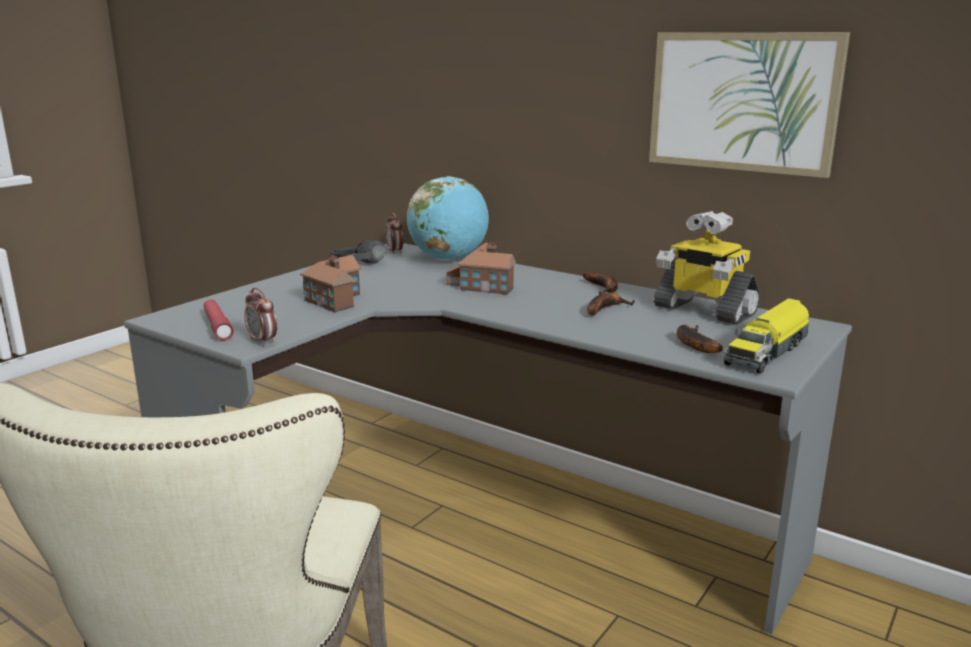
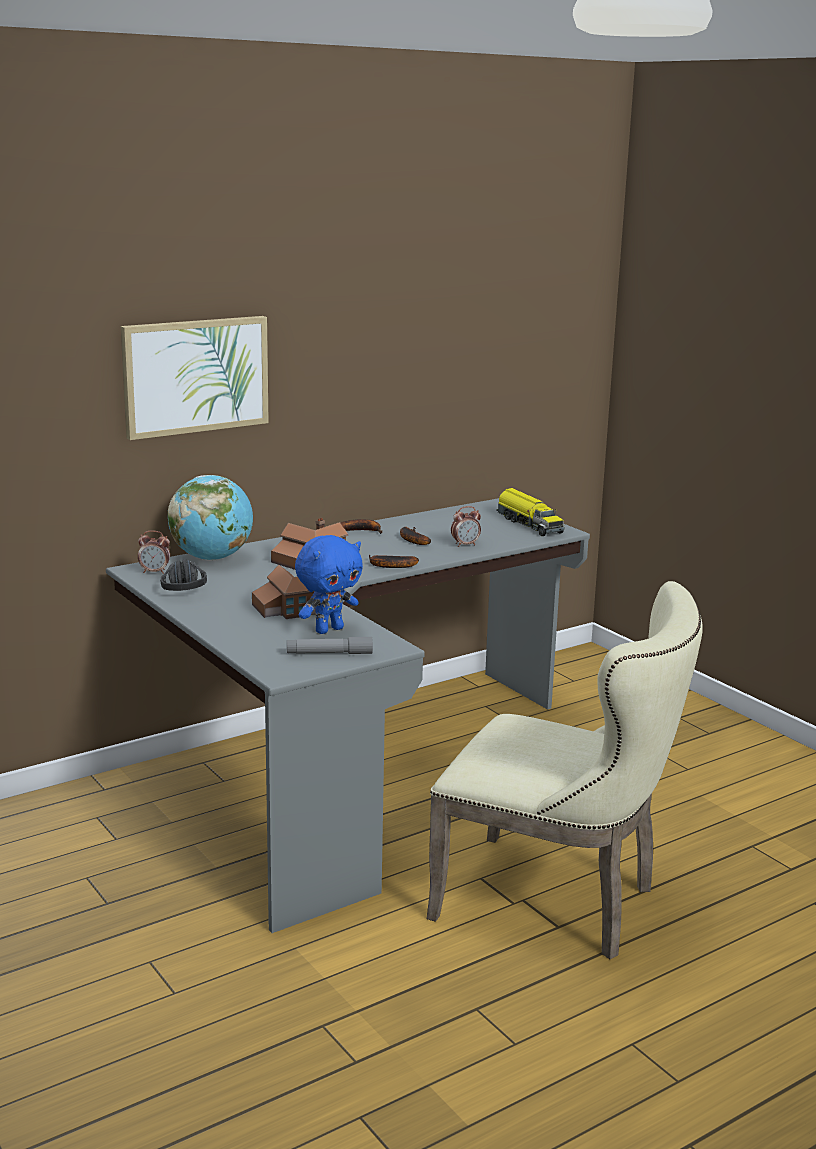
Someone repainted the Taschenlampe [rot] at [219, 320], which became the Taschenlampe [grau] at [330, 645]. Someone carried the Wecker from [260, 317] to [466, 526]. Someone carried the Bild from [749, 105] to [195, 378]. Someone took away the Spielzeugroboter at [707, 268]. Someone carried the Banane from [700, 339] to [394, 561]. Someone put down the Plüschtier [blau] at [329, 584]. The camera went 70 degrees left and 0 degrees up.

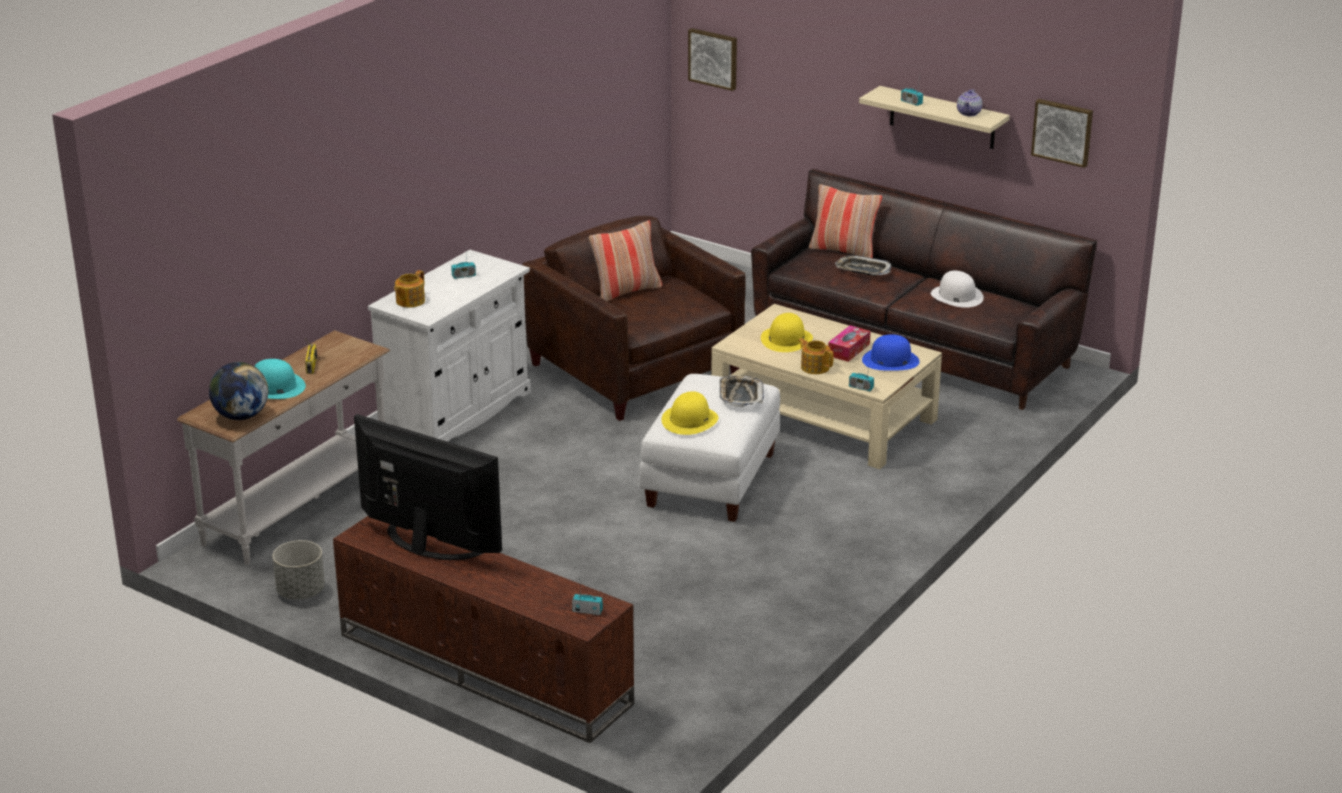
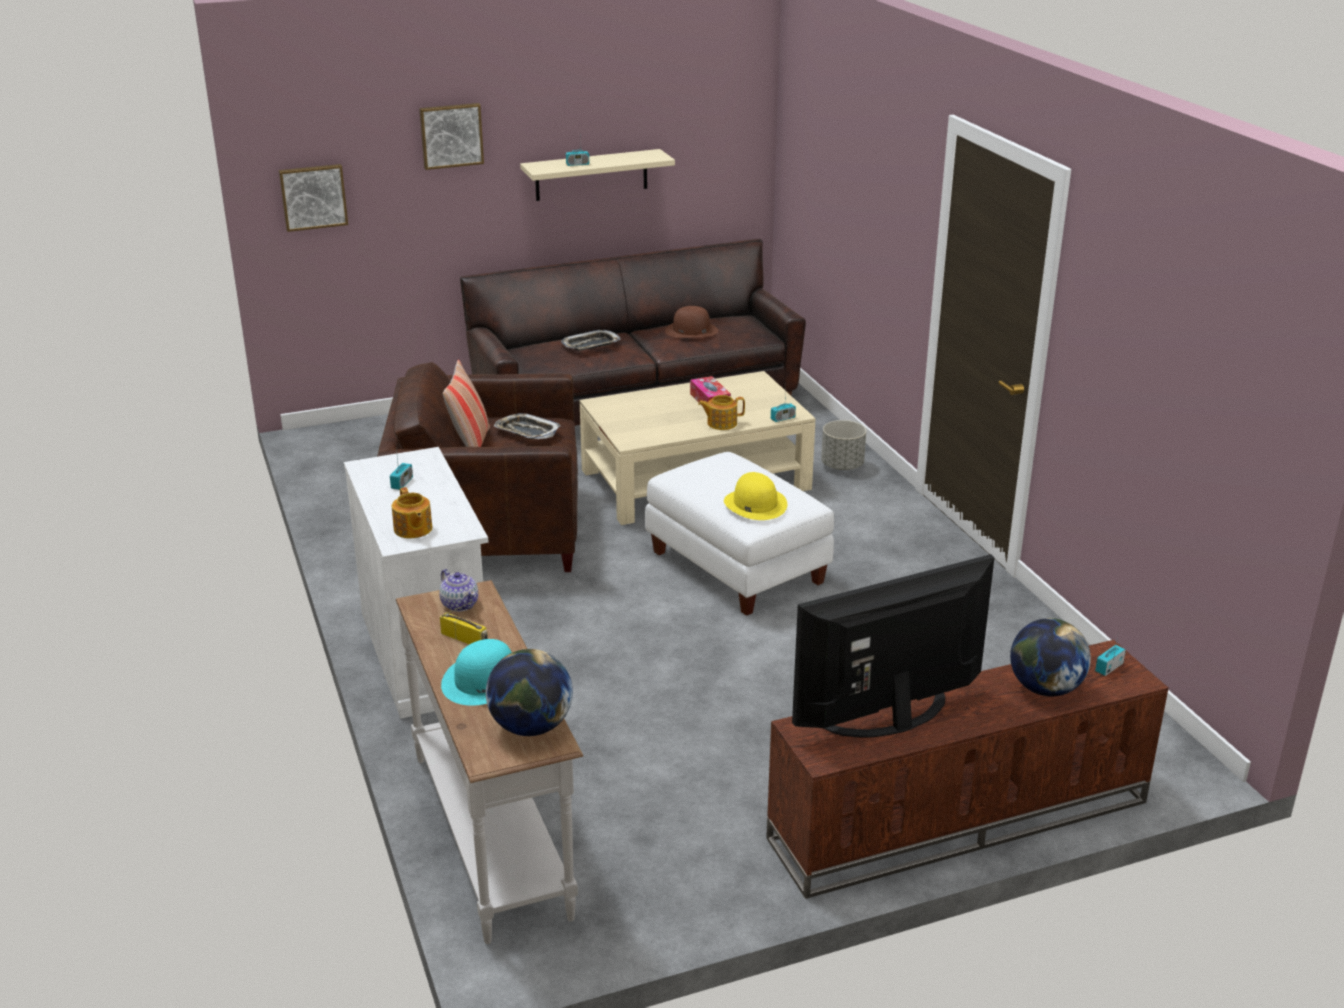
Someone carried the Pflanzkübel [grau] from [299, 569] to [843, 445]. Someone carried the Tablett from [742, 391] to [527, 426]. Someone took away the Hut [gelb] at [787, 332]. Someone took away the Kissen at [845, 221]. Someone took away the Hut [blau] at [891, 352]. Someone repainted the Hut [weiß] at [957, 289], which became the Hut [braun] at [691, 322]. Someone carried the Teekanne from [969, 102] to [458, 590]. Someone carried the Bild from [1062, 133] to [451, 136]. Someone put down the Globus at [1050, 657]. The camera went 55 degrees left and 0 degrees up.

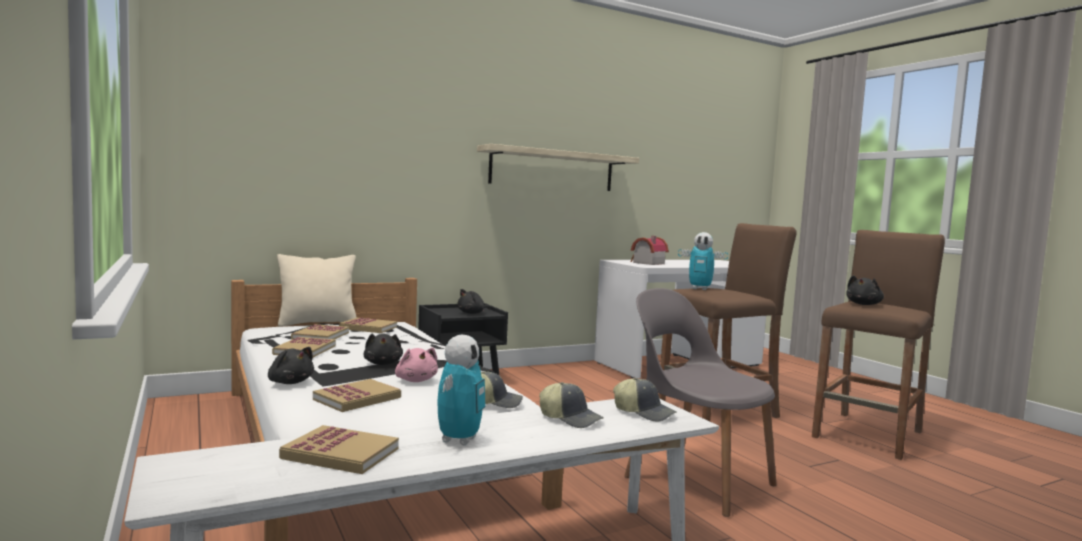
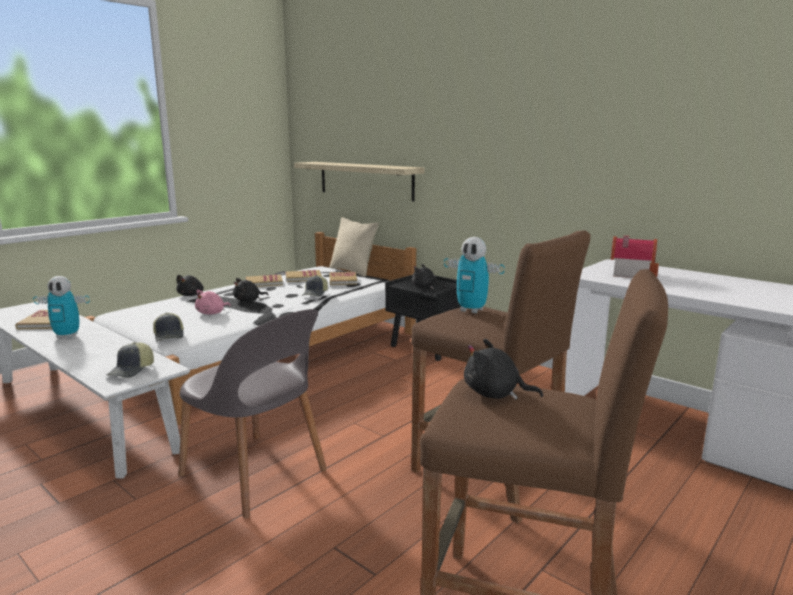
Someone took away the Buch at [357, 395]. Someone carried the Wandregal from [558, 167] to [359, 181]. Someone carried the Kappe from [571, 405] to [315, 286]. Someone rotated the Stuhl [grau] at [700, 402] by 105 degrees clockwise. Someone rotated the Spielzeugroboter at [703, 261] by 60 degrees counterclockwise. The camera went 70 degrees right and 10 degrees up.

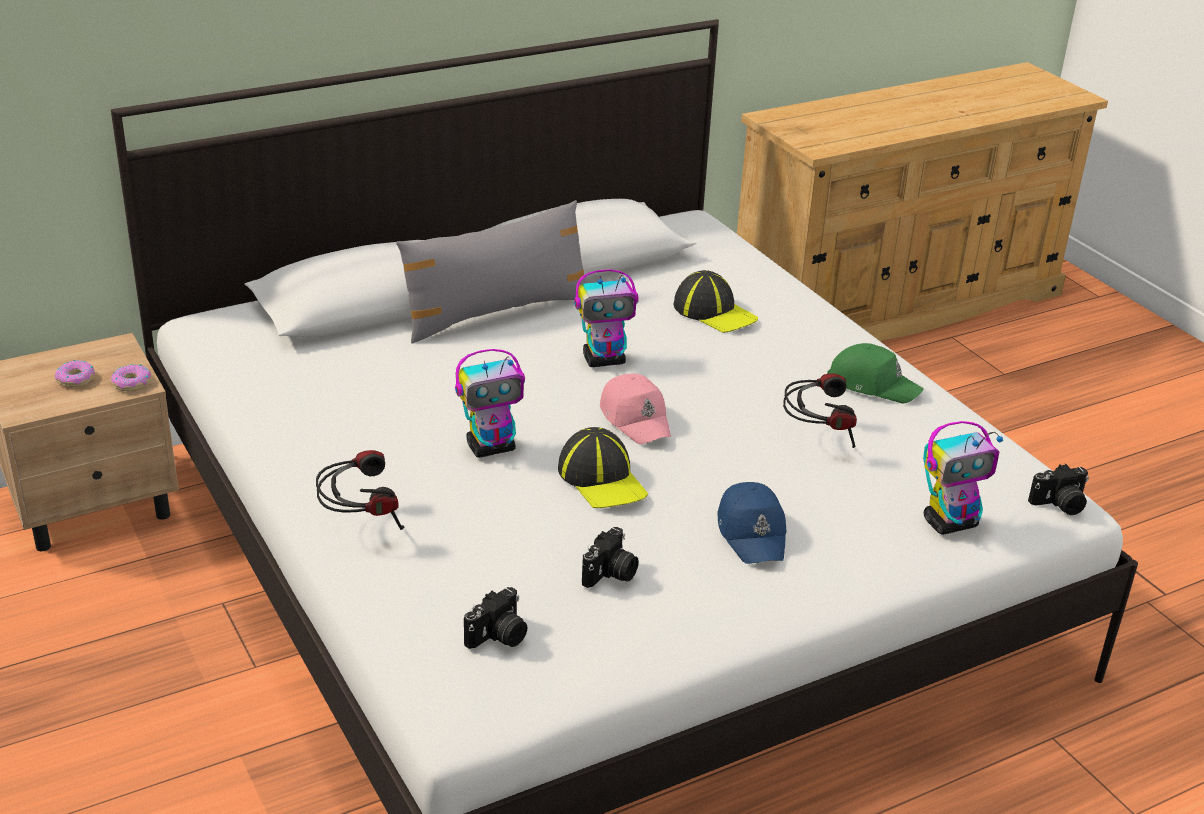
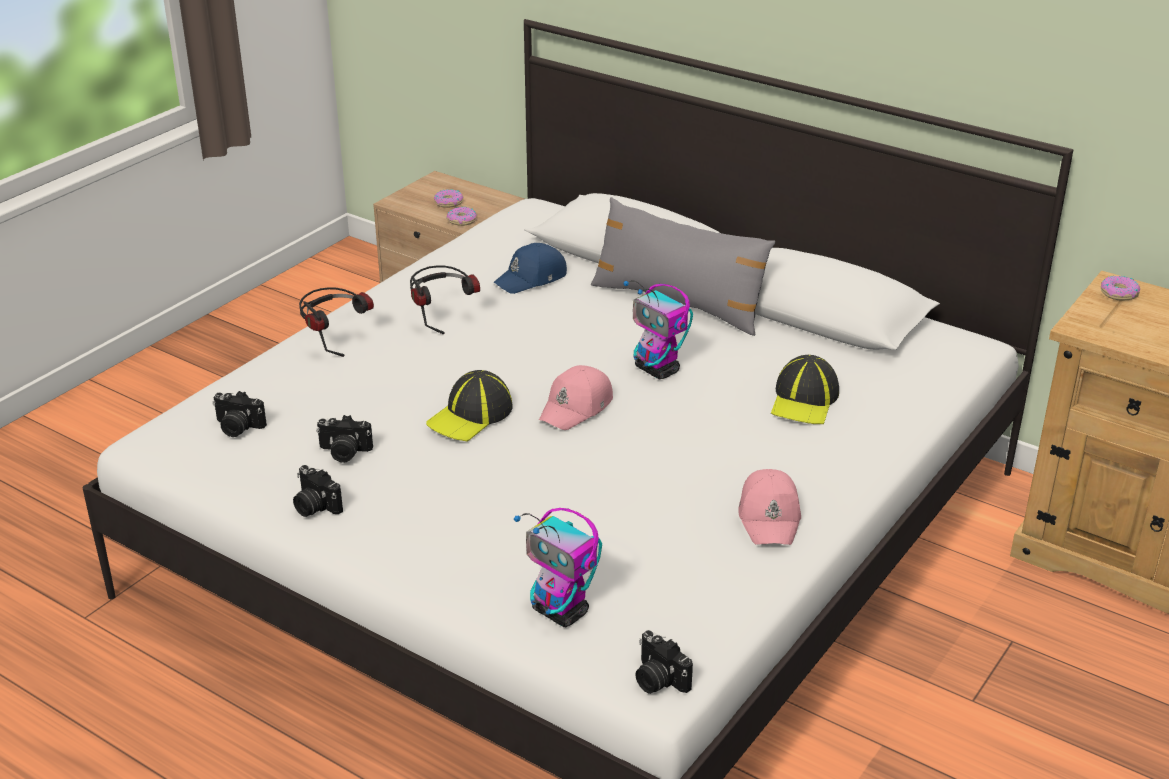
Someone took away the Spielzeugroboter at [490, 403]. Someone carried the Kappe [blau] from [752, 523] to [530, 268]. Someone carried the Kopfhörer from [820, 410] to [445, 299]. Someone repainted the Kappe [grün] at [875, 373], which became the Kappe [rosa] at [769, 507]. Someone put down the Kamera at [318, 491]. Someone put down the Donut at [1120, 288]. The camera went 65 degrees right and 0 degrees up.

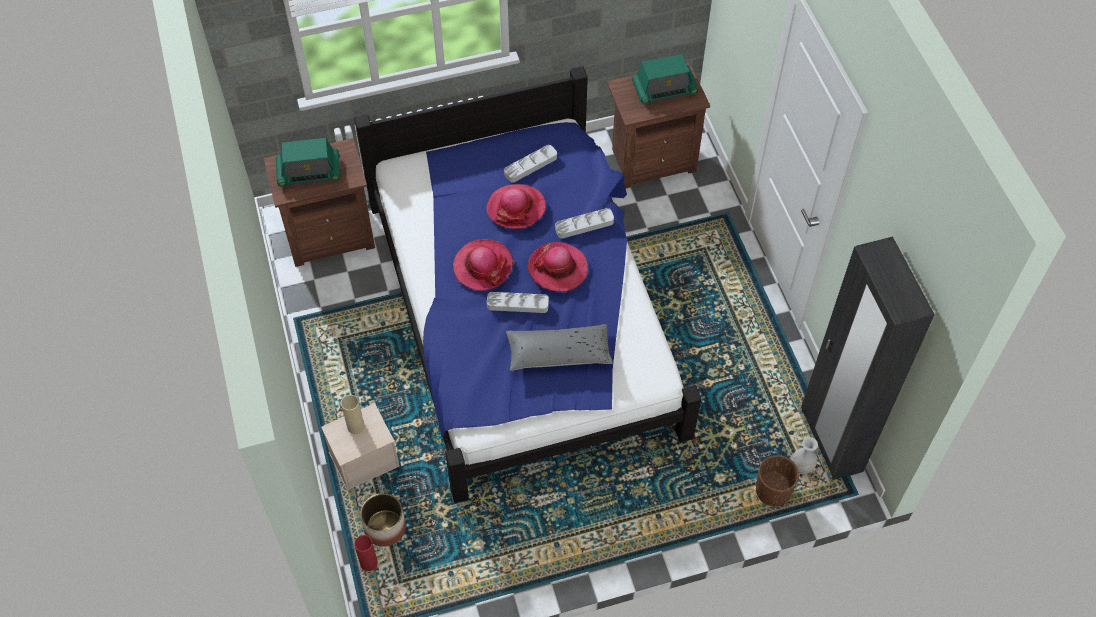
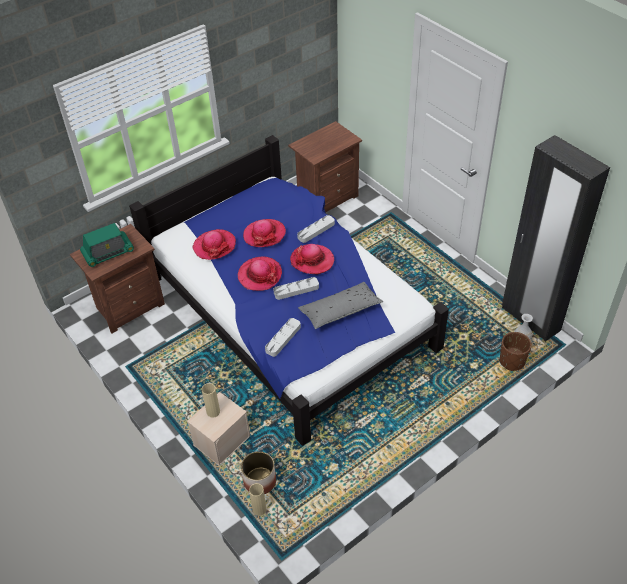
Someone repainted the Vase [rot] at [366, 553], which became the Vase [beige] at [258, 499]. Someone carried the Tablett [grau] from [530, 164] to [283, 337]. Someone took away the Radio at [665, 79]. Someone put down the Hut at [214, 244]. The camera went 20 degrees left and 10 degrees down.

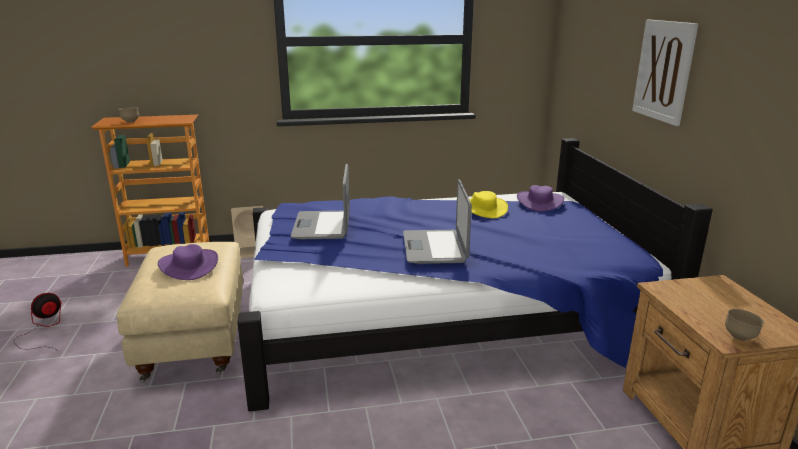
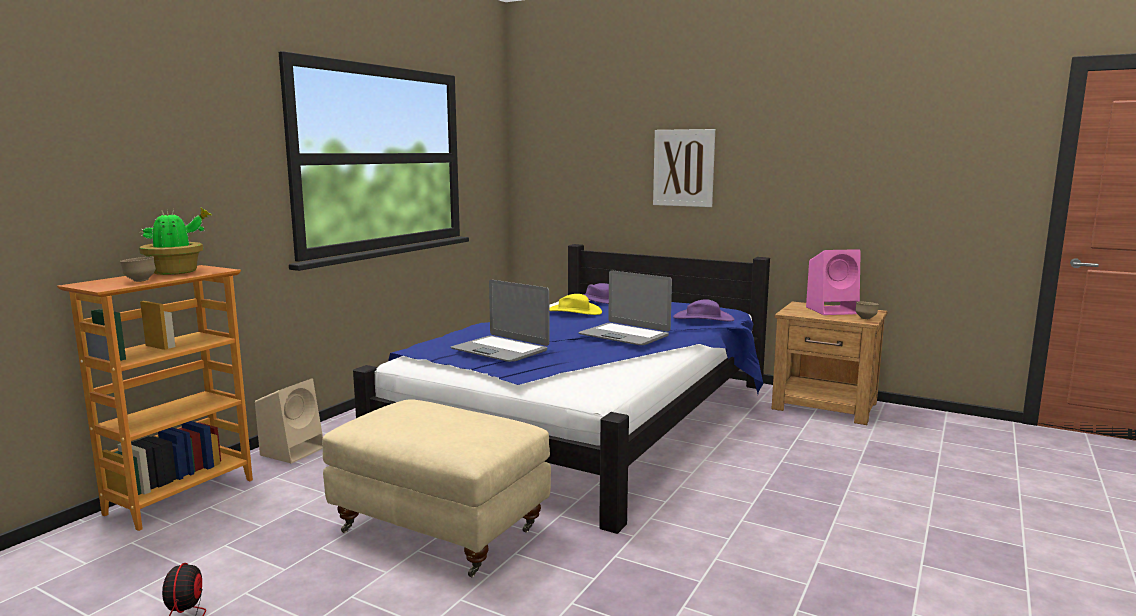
Someone carried the Hut [lila] from [188, 262] to [704, 310]. Someone put down the Topfpflanze at [176, 241]. Someone put down the Lautsprecher [rosa] at [833, 282]. The camera went 50 degrees left and 10 degrees down.

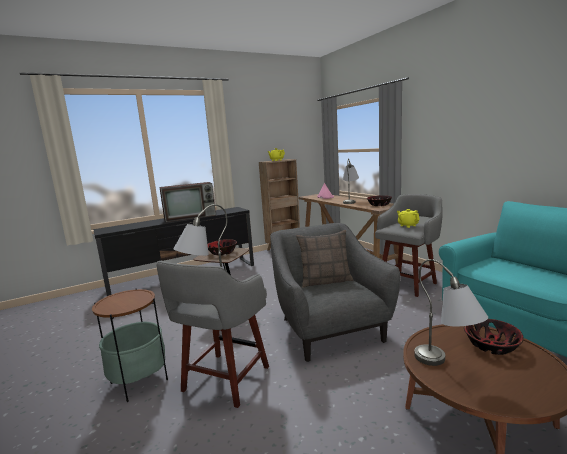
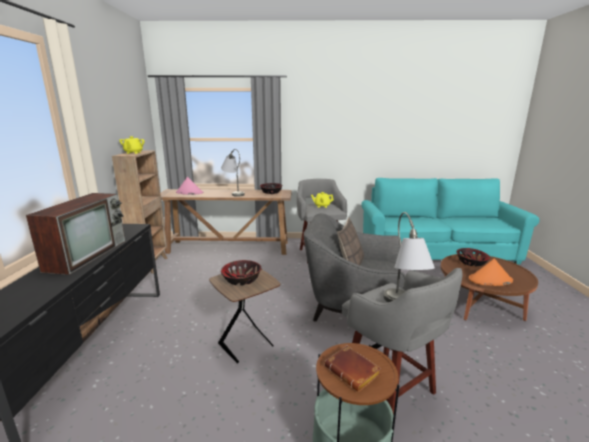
Someone swapped the Tischlampe [grau] at [451, 312] for the Hut [orange] at [491, 272]. Someone put down the Buch [braun] at [353, 369]. The camera went 60 degrees left and 5 degrees up.

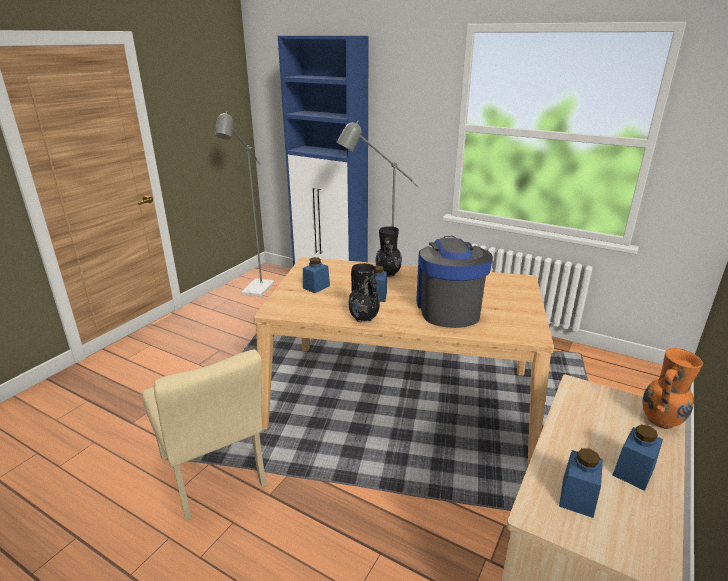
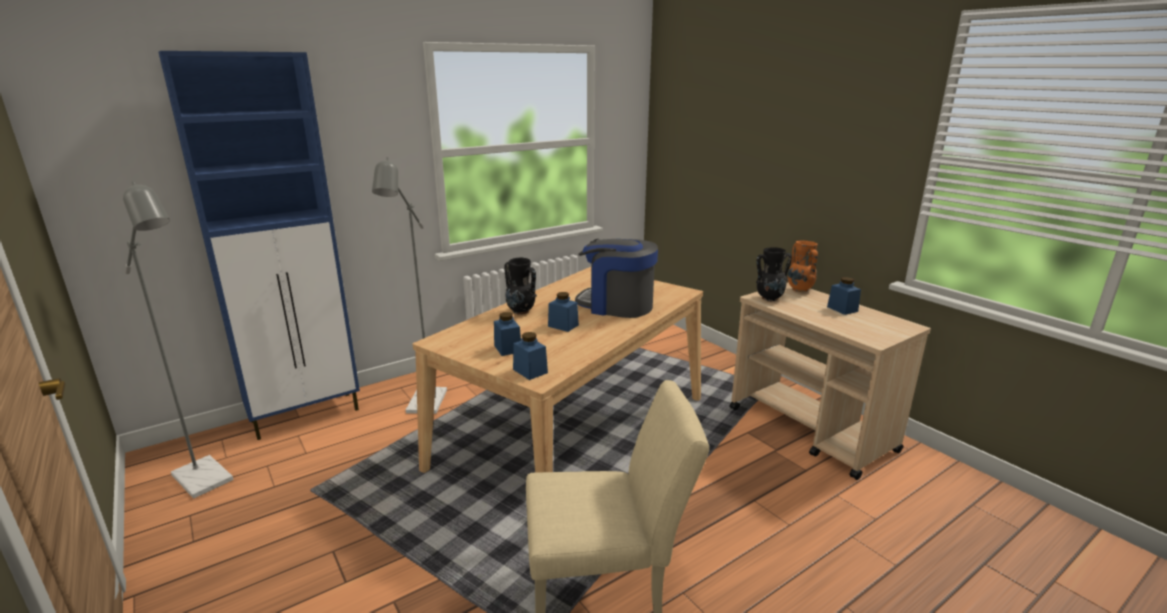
Someone carried the Vase [schwarz] from [364, 293] to [774, 274]. Someone carried the Vorratsglas [blau] from [581, 483] to [530, 356]. The camera went 65 degrees left and 5 degrees down.

